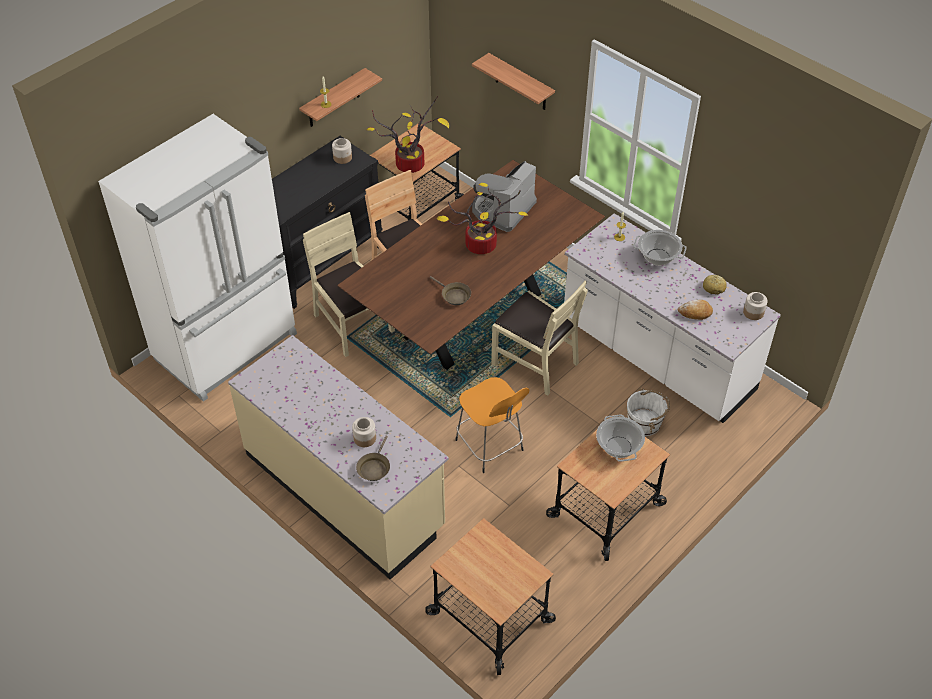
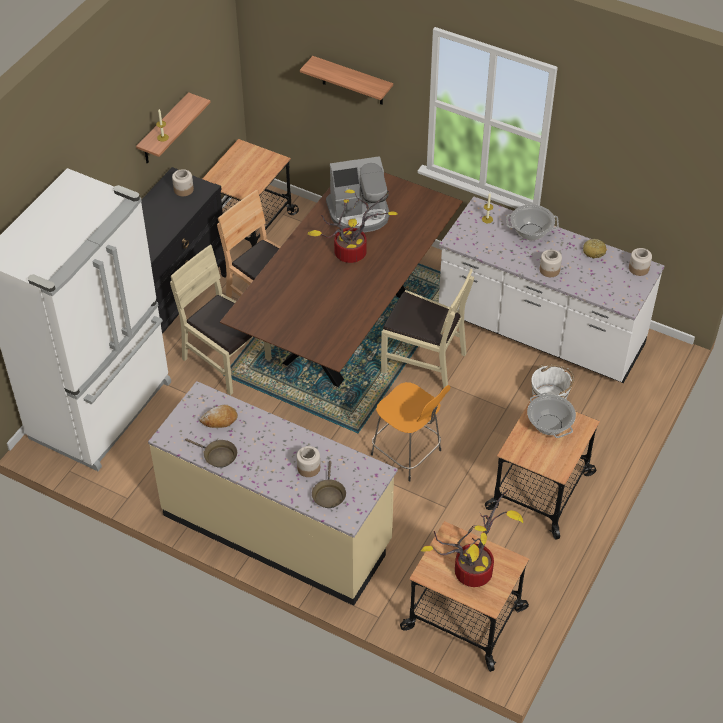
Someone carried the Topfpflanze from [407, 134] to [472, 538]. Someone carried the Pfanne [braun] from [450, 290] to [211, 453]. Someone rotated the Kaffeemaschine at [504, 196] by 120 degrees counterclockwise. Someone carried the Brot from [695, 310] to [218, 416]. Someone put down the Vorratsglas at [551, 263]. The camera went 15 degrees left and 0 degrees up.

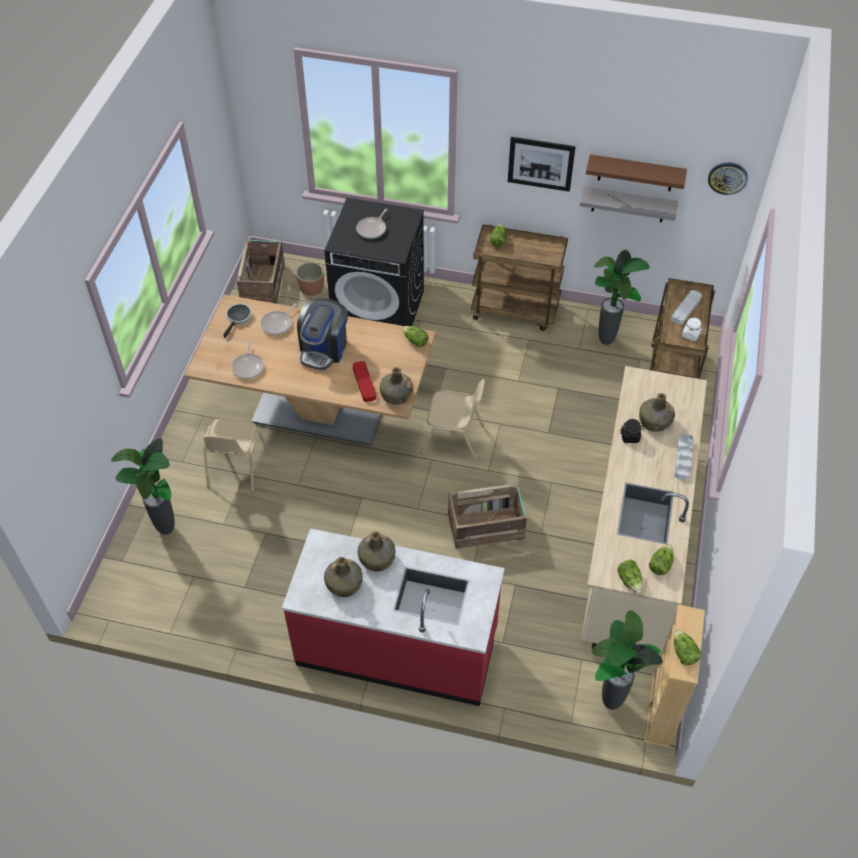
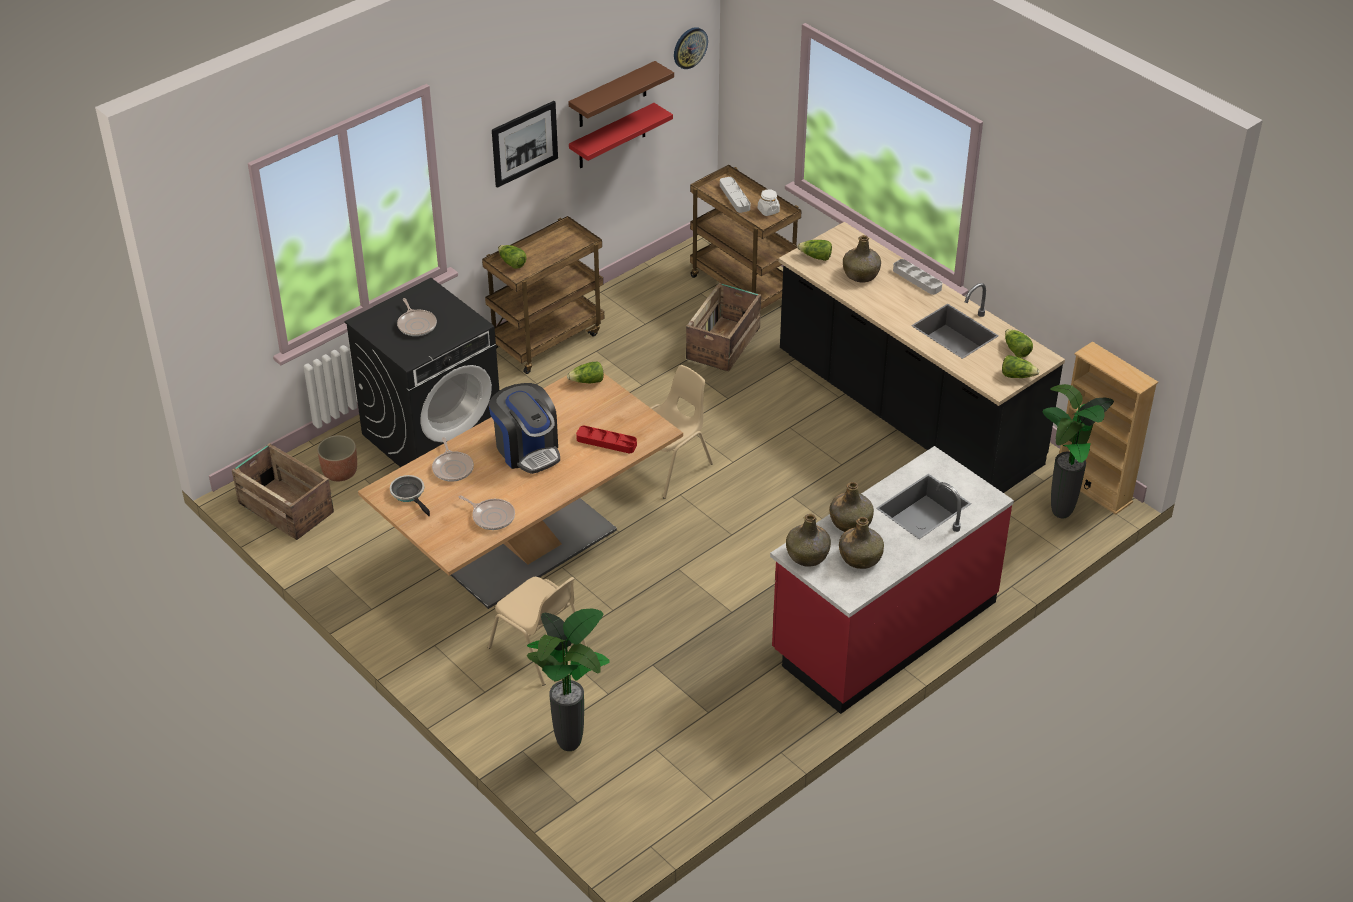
Someone carried the Flasche [grün] from [396, 386] to [808, 540]. Someone carried the Kiste from [487, 516] to [723, 327]. Someone repainted the Wandregal [grau] at [629, 204], which became the Wandregal [rot] at [621, 135]. Someone repainted the Küchenzeile [beige] at [644, 511], which became the Küchenzeile [schwarz] at [921, 357]. Someone took away the Topfpflanze at [622, 297]. Someone took away the Vorratsglas [schwarz] at [632, 431]. Someone carried the Salatkopf from [687, 647] to [814, 250]. The camera went 55 degrees left and 10 degrees down.

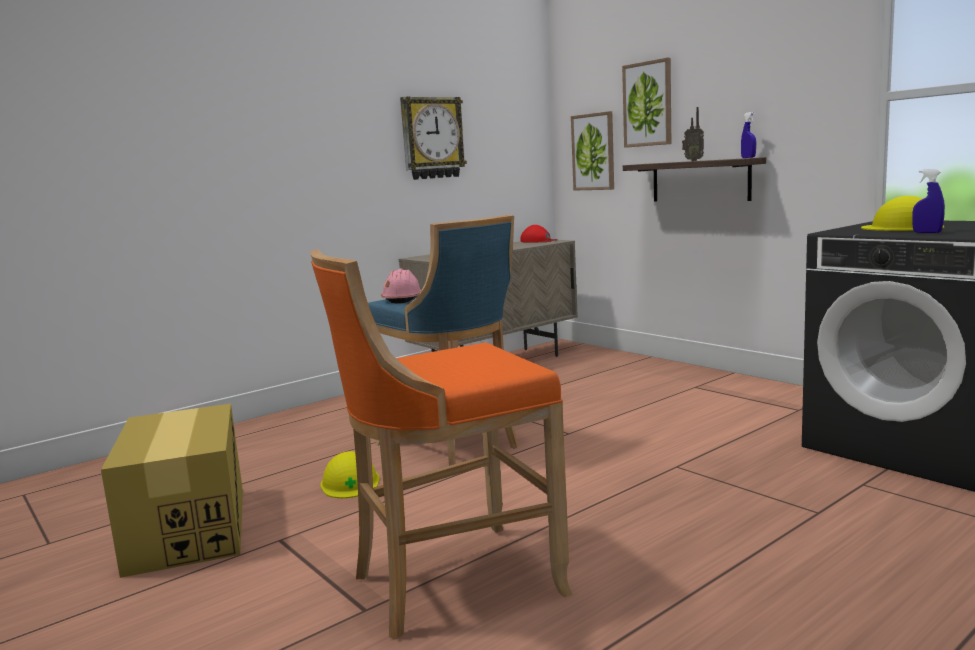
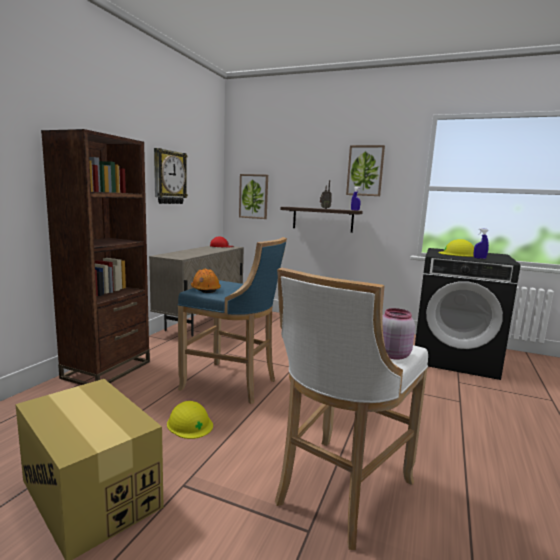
Someone repainted the Hocker [orange] at [441, 444], which became the Hocker [weiß] at [351, 409]. Someone repainted the Schutzhelm [rosa] at [401, 285], which became the Schutzhelm [orange] at [206, 281]. Someone carried the Bild from [646, 103] to [365, 170]. Someone put down the Bücherregal [braun] at [95, 257]. Someone put down the Vorratsglas [rosa] at [398, 334]. The camera went 30 degrees left and 0 degrees up.

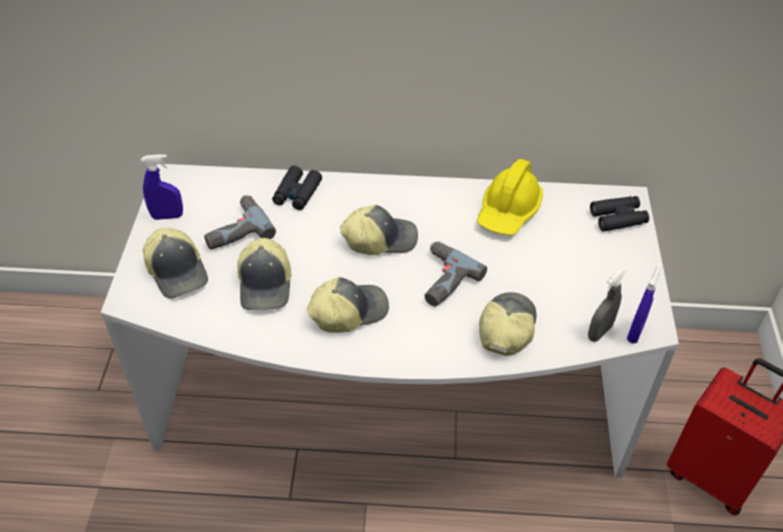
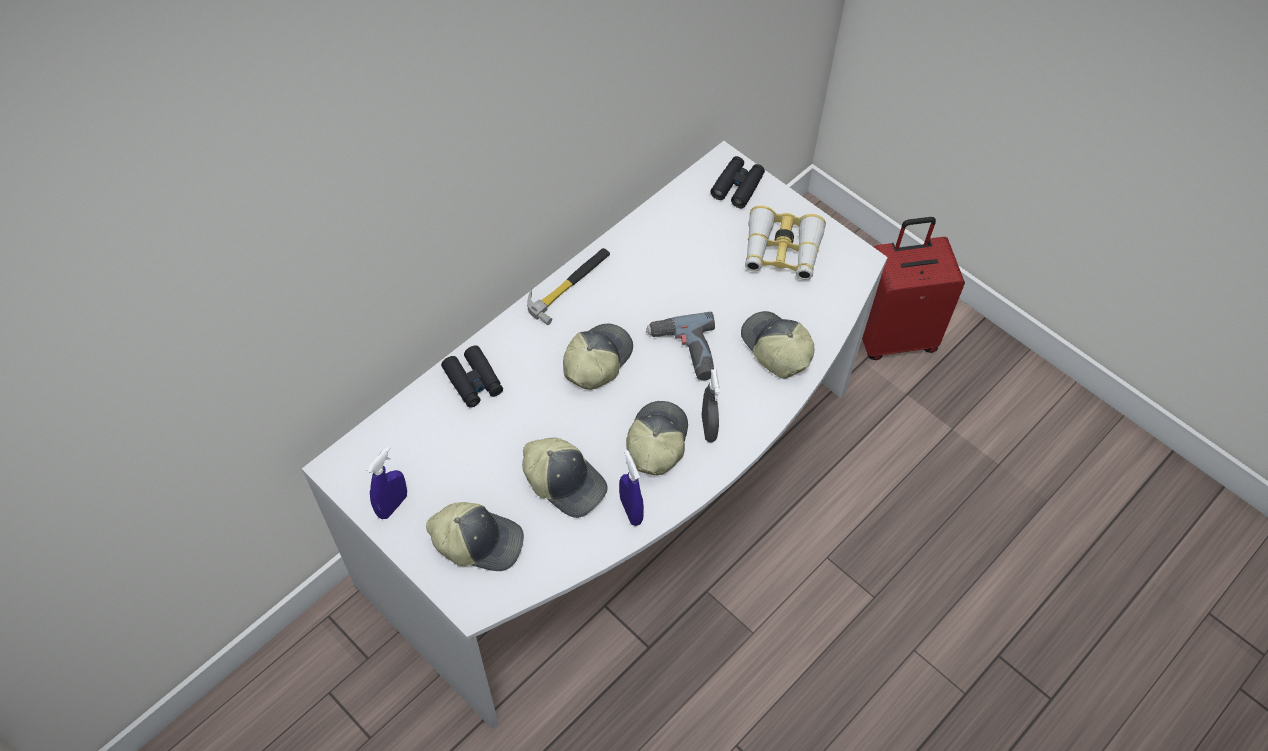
Someone took away the Bohrmaschine at [240, 222]. Someone took away the Schutzhelm [gelb] at [510, 197]. Someone carried the Sprühflasche [grau] from [607, 305] to [711, 405]. Someone carried the Sprühflasche [blau] from [644, 303] to [631, 488]. Someone put down the Hammer at [568, 286]. Someone put down the Fernglas at [785, 243]. The camera went 50 degrees left and 10 degrees up.

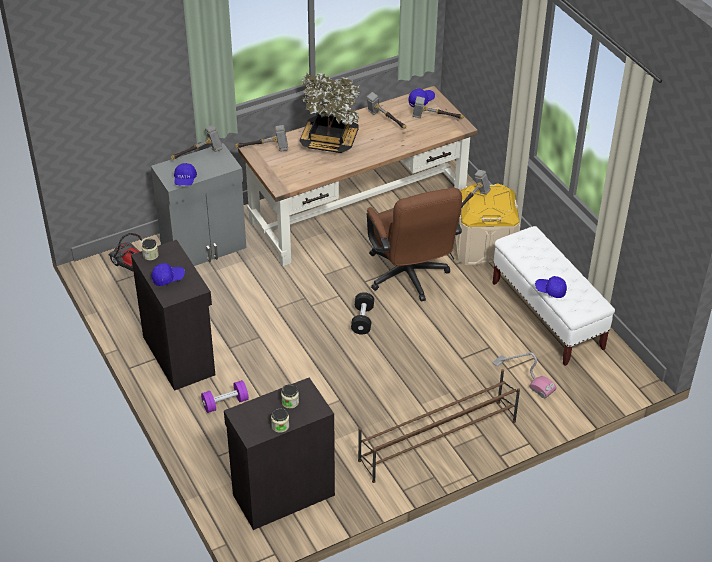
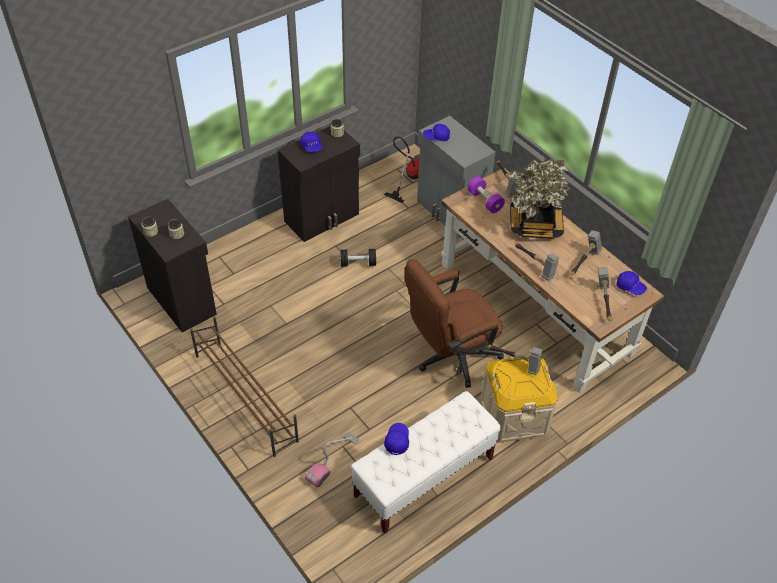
Someone carried the Hammer from [197, 142] to [537, 262]. Someone carried the Hantel [lila] from [225, 396] to [486, 195]. Someone carried the Hantel [schwarz] from [362, 313] to [358, 258]. The camera went 80 degrees right and 5 degrees up.

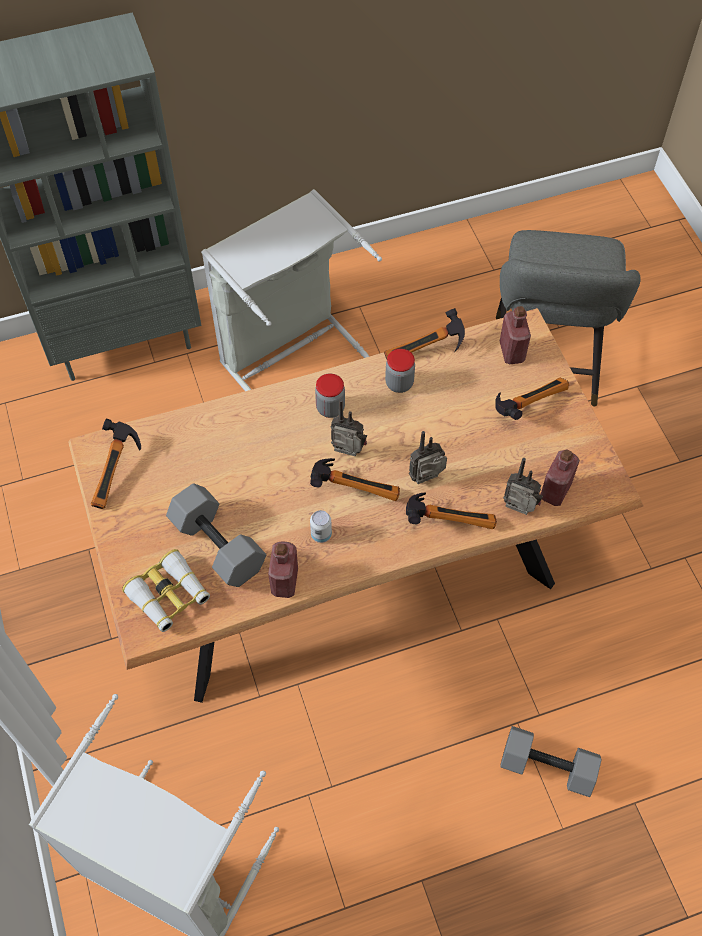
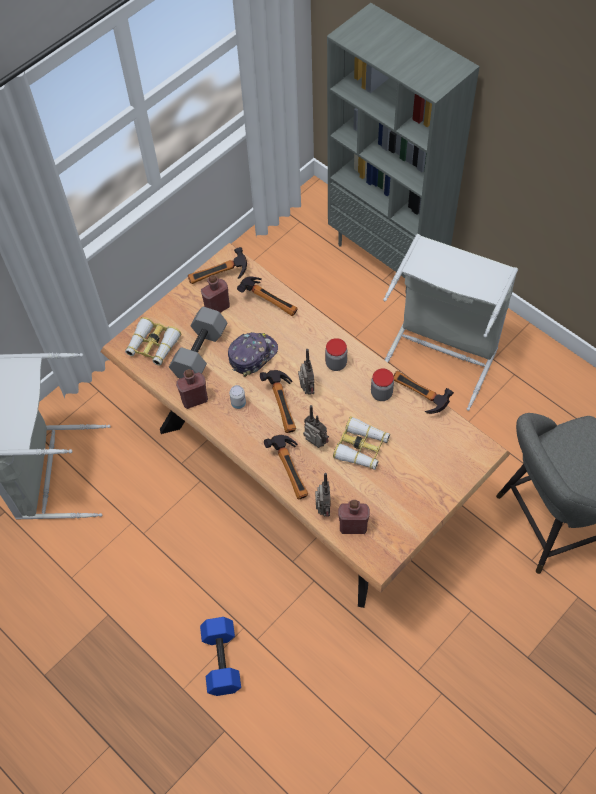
Someone carried the Hammer from [532, 398] to [267, 296]. Someone carried the Flasche [rot] from [515, 335] to [215, 294]. Someone repainted the Hantel [grau] at [551, 761], which became the Hantel [blau] at [220, 656]. Someone put down the Kappe at [253, 354]. Someone put down the Fernglas at [361, 443]. The camera went 65 degrees right and 0 degrees up.

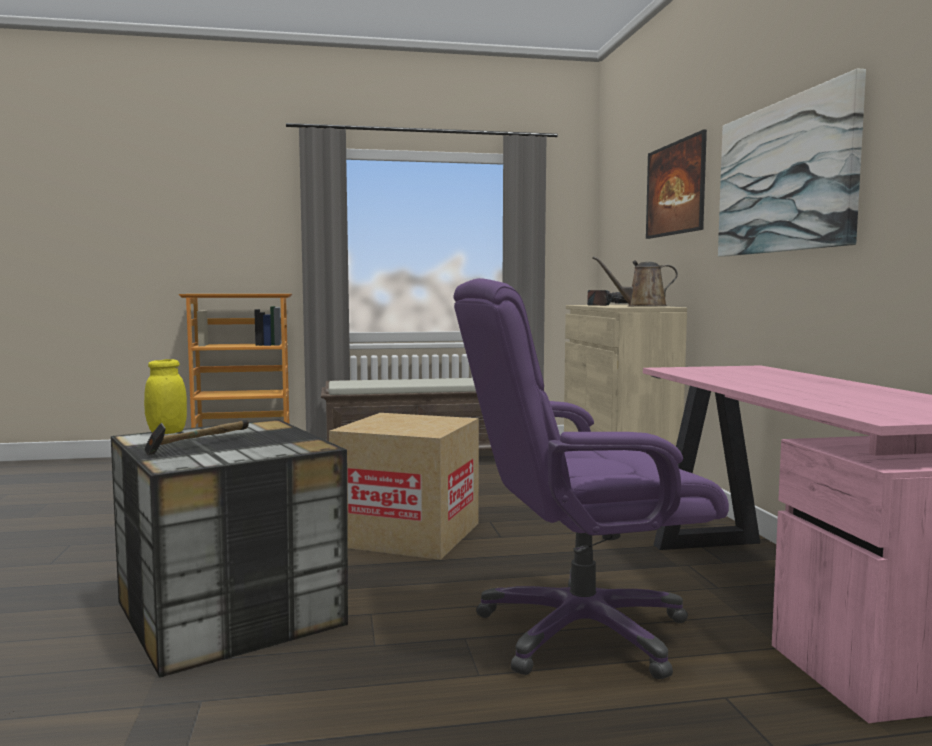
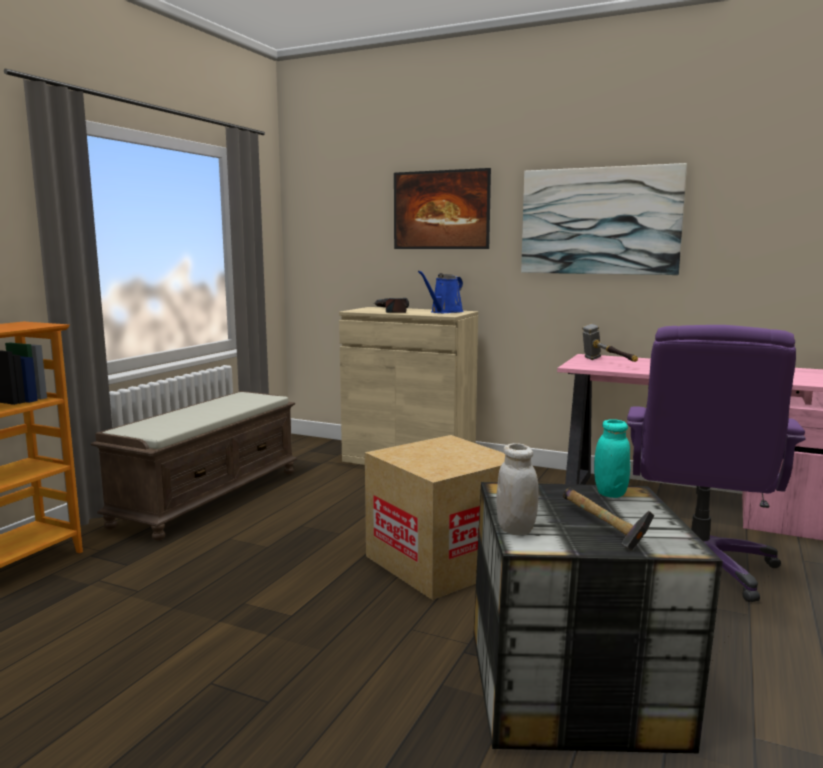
Someone repainted the Vorratsglas [gelb] at [165, 396], which became the Vorratsglas [weiß] at [517, 489]. Someone repainted the Gießkanne [braun] at [635, 281], which became the Gießkanne [blau] at [441, 292]. Someone put down the Hammer at [610, 343]. Someone put down the Vorratsglas [türkis] at [612, 458]. The camera went 55 degrees left and 5 degrees up.

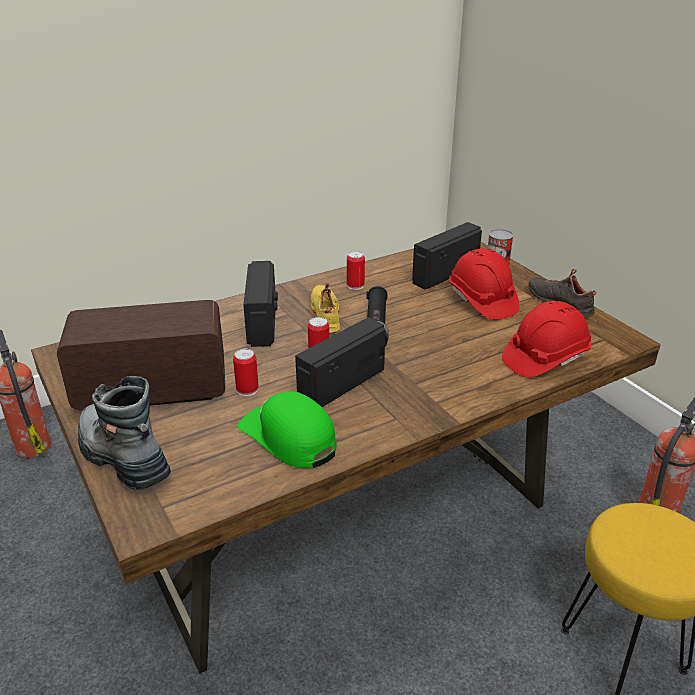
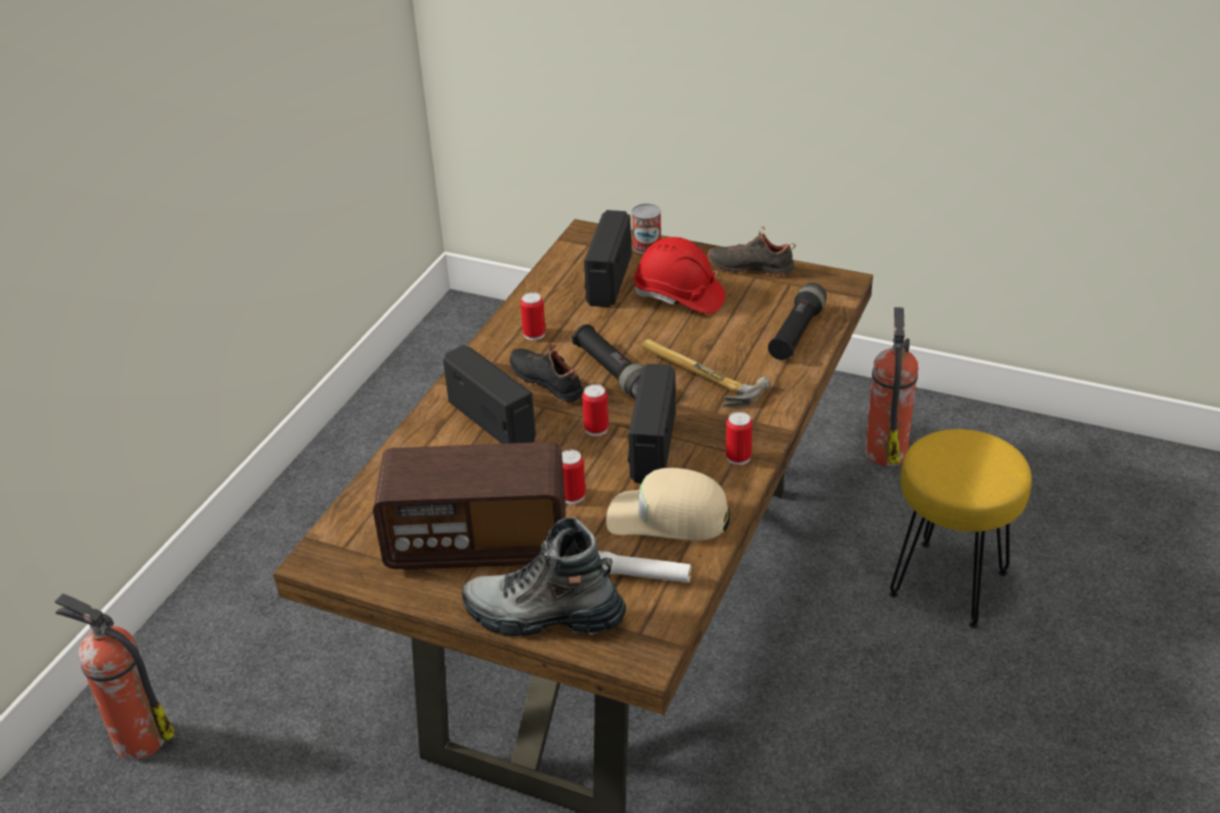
Someone rotated the Radio at [141, 355] by 135 degrees counterclockwise. Someone repainted the Kappe [grün] at [287, 429], which became the Kappe [beige] at [668, 504]. Someone repainted the Schuh [gelb] at [325, 308], which became the Schuh [schwarz] at [546, 373]. Someone swapped the Schutzhelm [rot] at [547, 339] for the Taschenlampe [schwarz] at [797, 321]. Someone put down the Taschenlampe [weiß] at [644, 567]. Someone put down the Hammer at [706, 373]. Someone put down the Dose at [739, 438]. The camera went 35 degrees left and 5 degrees up.

